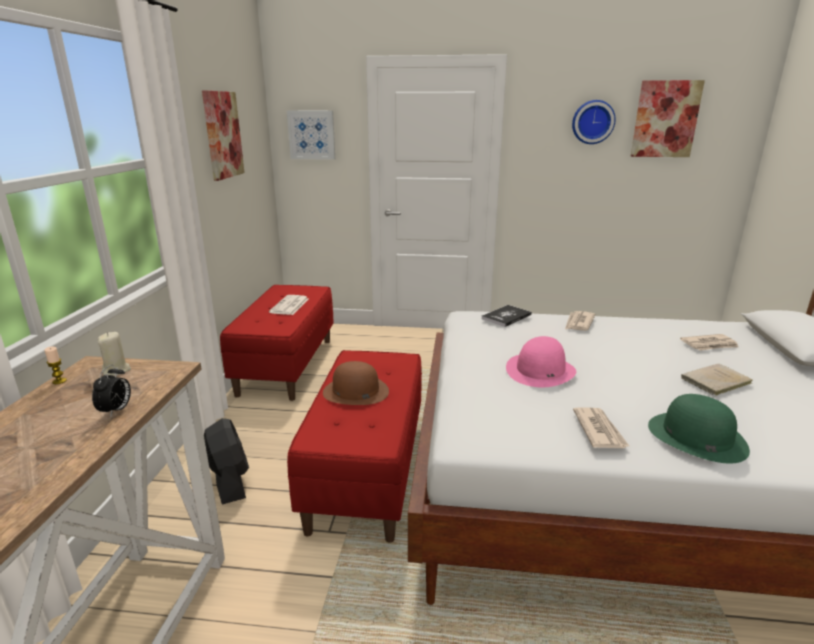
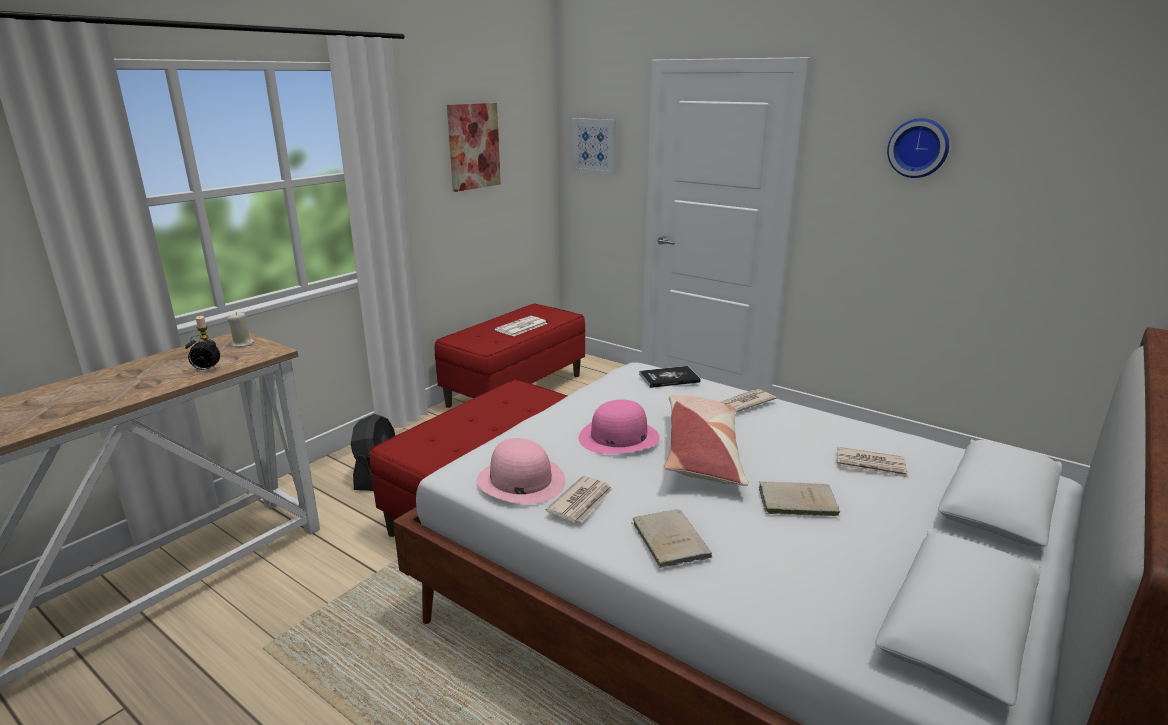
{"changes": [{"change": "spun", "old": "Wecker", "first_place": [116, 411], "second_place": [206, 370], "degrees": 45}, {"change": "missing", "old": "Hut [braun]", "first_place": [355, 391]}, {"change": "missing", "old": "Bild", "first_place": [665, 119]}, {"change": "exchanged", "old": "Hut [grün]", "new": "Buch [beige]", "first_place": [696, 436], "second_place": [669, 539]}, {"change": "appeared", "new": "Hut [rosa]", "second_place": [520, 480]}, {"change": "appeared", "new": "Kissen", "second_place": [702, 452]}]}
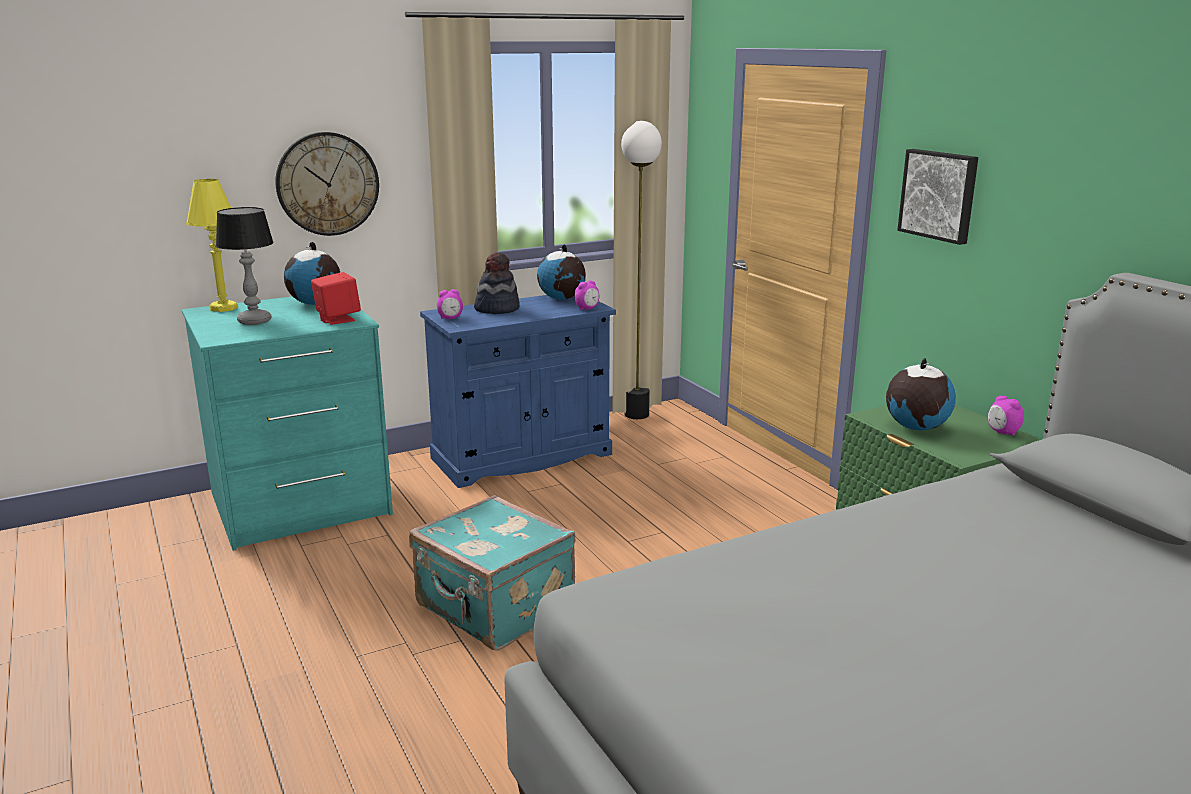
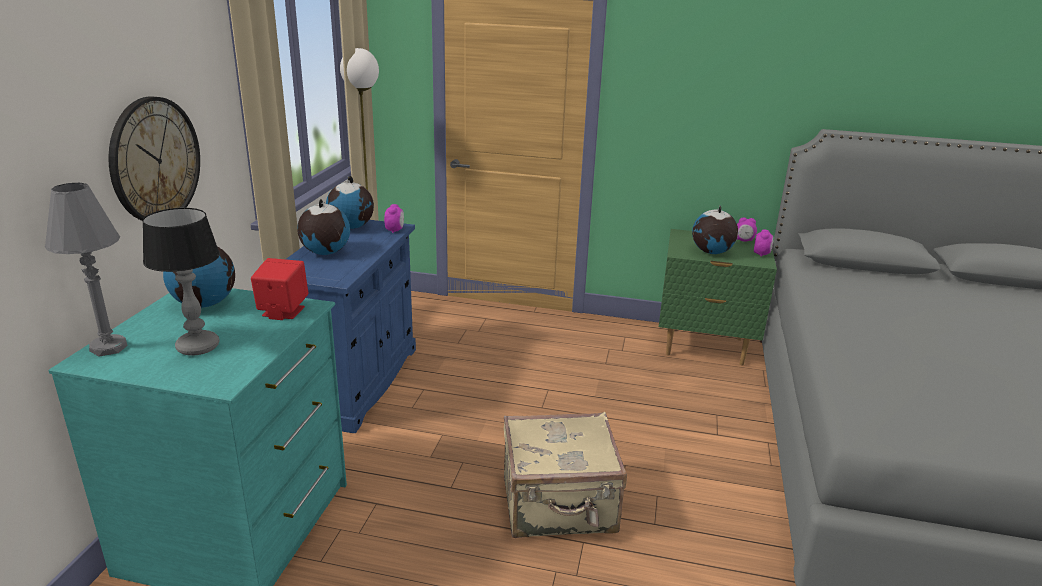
{"changes": [{"change": "colour", "old": "Tischlampe [gelb]", "new": "Tischlampe [grau]", "first_place": [223, 308], "second_place": [108, 348]}, {"change": "colour", "old": "Koffer [türkis]", "new": "Koffer [beige]", "first_place": [494, 609], "second_place": [559, 506]}, {"change": "relocated", "old": "Wecker", "first_place": [450, 318], "second_place": [761, 254]}, {"change": "exchanged", "old": "Hut", "new": "Globus", "first_place": [497, 309], "second_place": [325, 253]}, {"change": "missing", "old": "Bild", "first_place": [939, 195]}]}
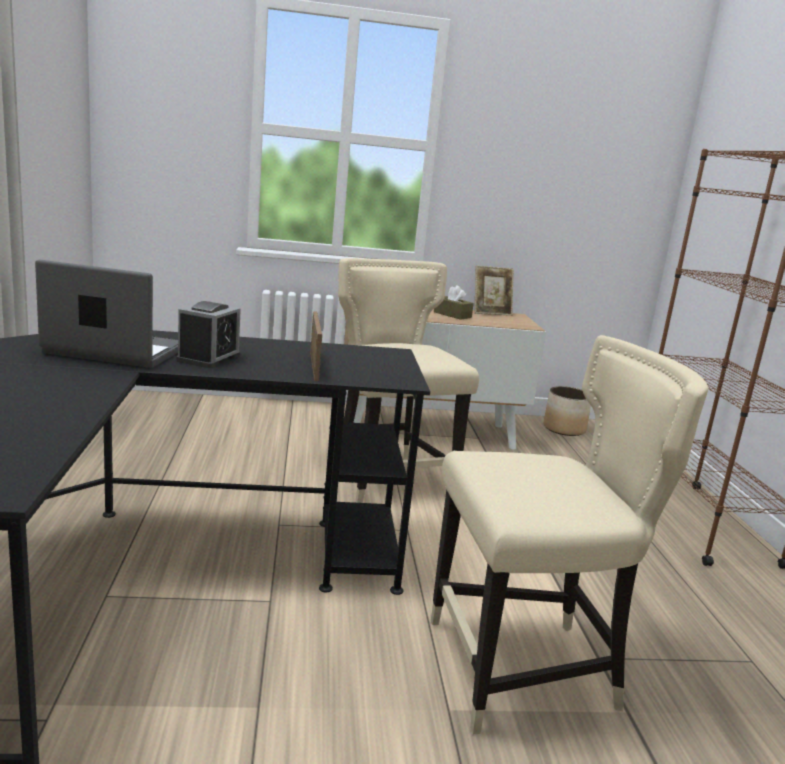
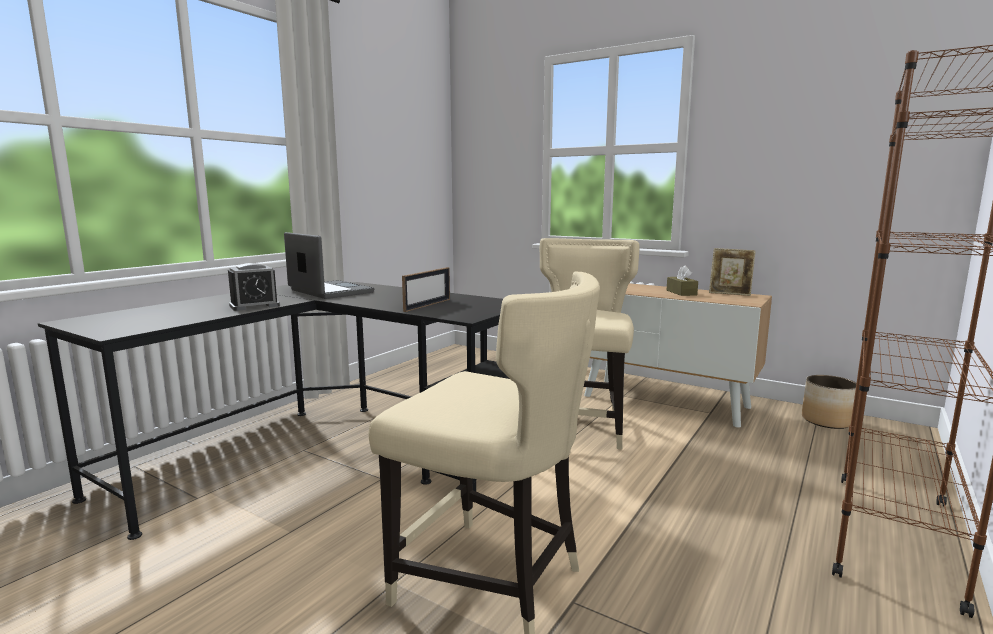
{"changes": [{"change": "relocated", "old": "Wecker", "first_place": [208, 358], "second_place": [254, 306]}]}
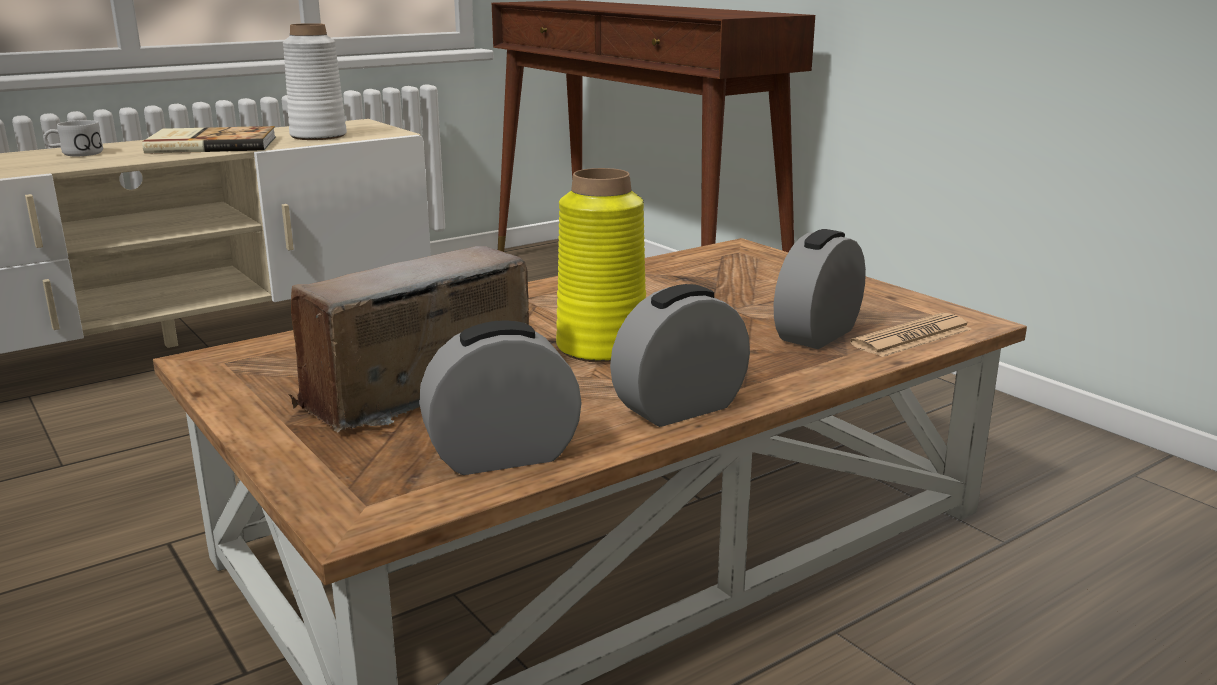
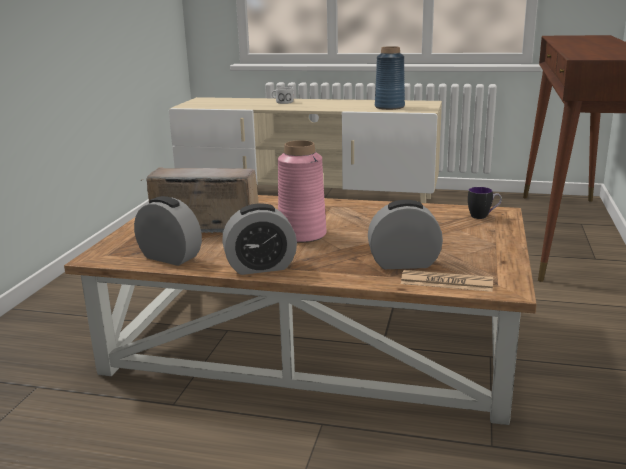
{"changes": [{"change": "missing", "old": "Buch", "first_place": [211, 144]}, {"change": "colour", "old": "Vase [weiß]", "new": "Vase [blau]", "first_place": [318, 136], "second_place": [389, 107]}, {"change": "colour", "old": "Vase [gelb]", "new": "Vase [rosa]", "first_place": [600, 347], "second_place": [302, 234]}, {"change": "spun", "old": "Wecker", "first_place": [679, 408], "second_place": [260, 267], "degrees": 150}, {"change": "appeared", "new": "Henkelbecher", "second_place": [483, 216]}]}
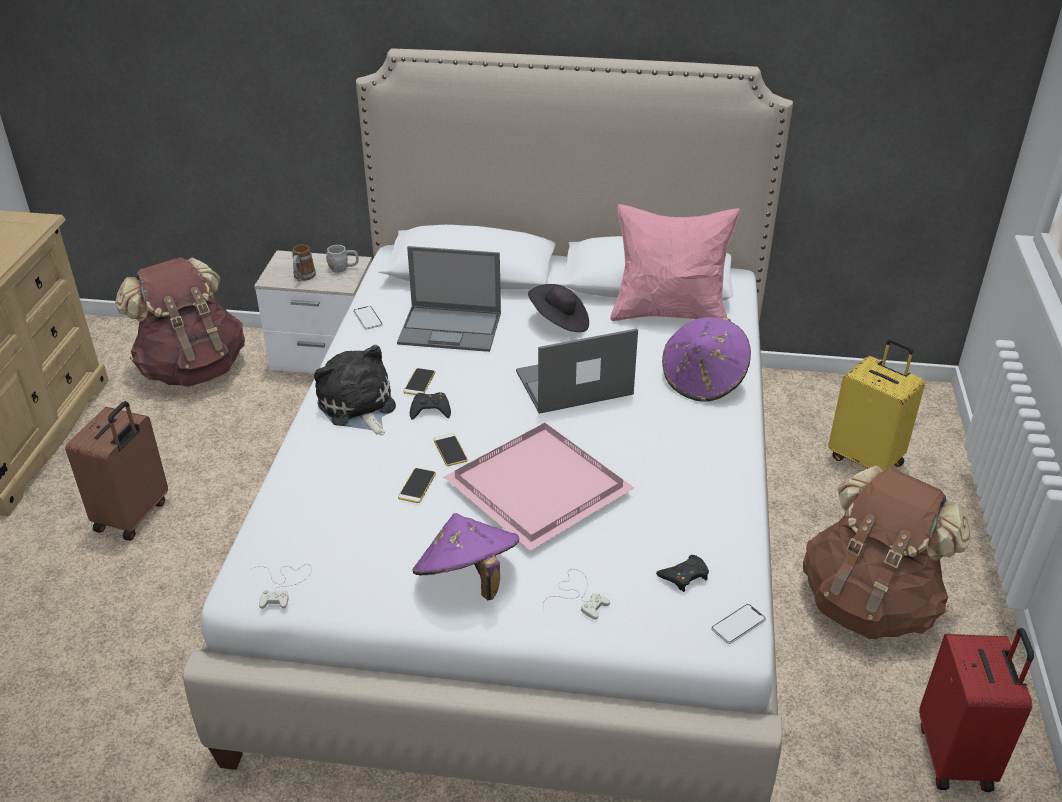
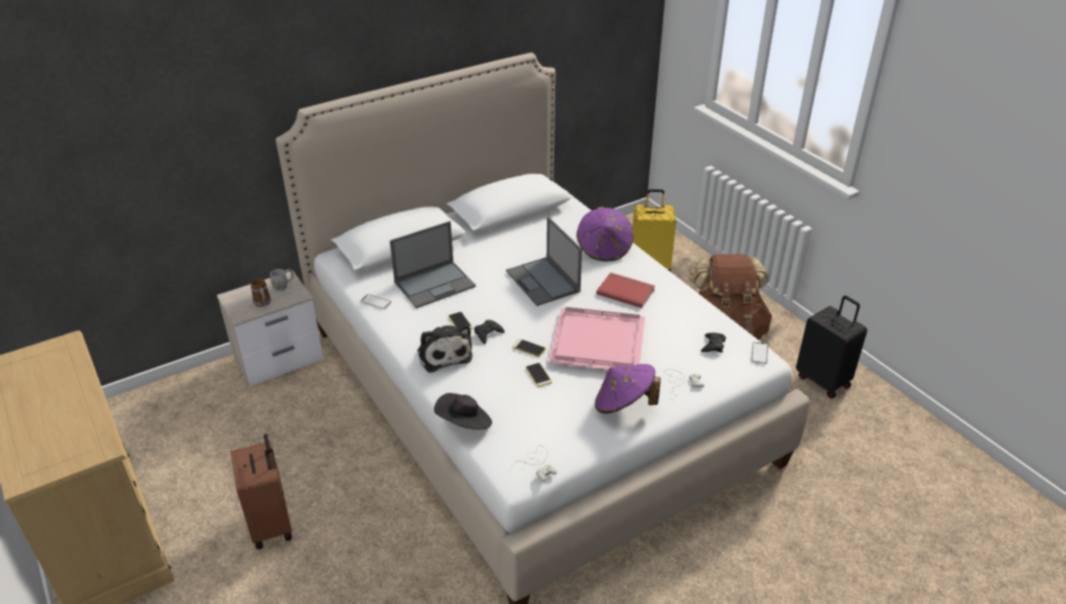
{"changes": [{"change": "missing", "old": "Rucksack [braun]", "first_place": [193, 368]}, {"change": "spun", "old": "Plüschtier", "first_place": [358, 407], "second_place": [444, 353], "degrees": -135}, {"change": "spun", "old": "Laptop", "first_place": [572, 383], "second_place": [543, 282], "degrees": -60}, {"change": "relocated", "old": "Hut [schwarz]", "first_place": [559, 322], "second_place": [464, 423]}, {"change": "missing", "old": "Kissen [rosa]", "first_place": [669, 313]}, {"change": "colour", "old": "Koffer [rot]", "new": "Koffer [schwarz]", "first_place": [957, 756], "second_place": [823, 380]}, {"change": "appeared", "new": "Buch [rot]", "second_place": [626, 291]}]}
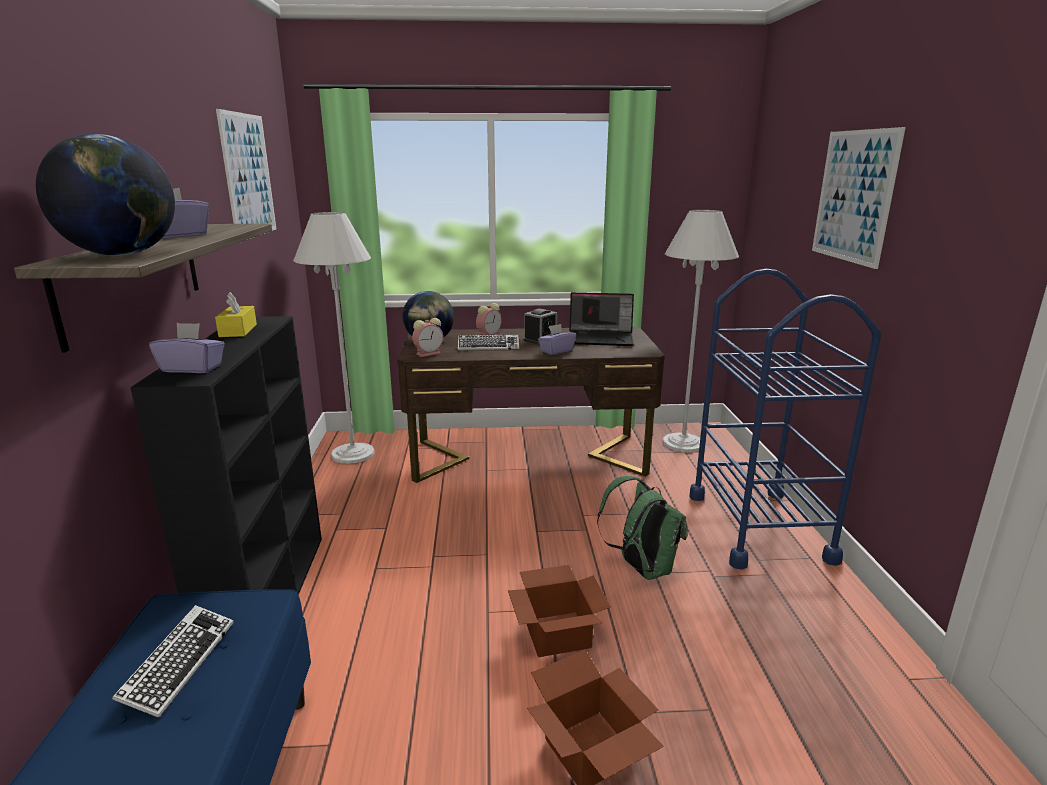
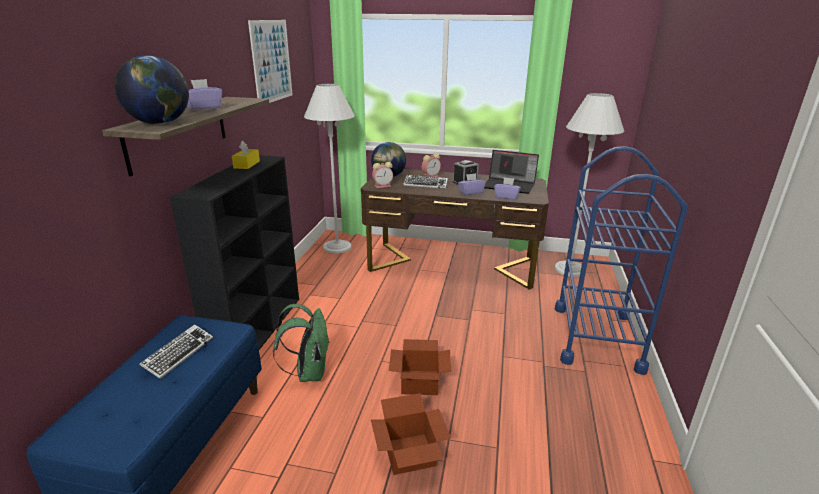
{"changes": [{"change": "relocated", "old": "Taschentuchbox [lila]", "first_place": [192, 368], "second_place": [506, 197]}, {"change": "relocated", "old": "Rucksack [grün]", "first_place": [641, 568], "second_place": [309, 372]}, {"change": "missing", "old": "Bild", "first_place": [854, 196]}]}
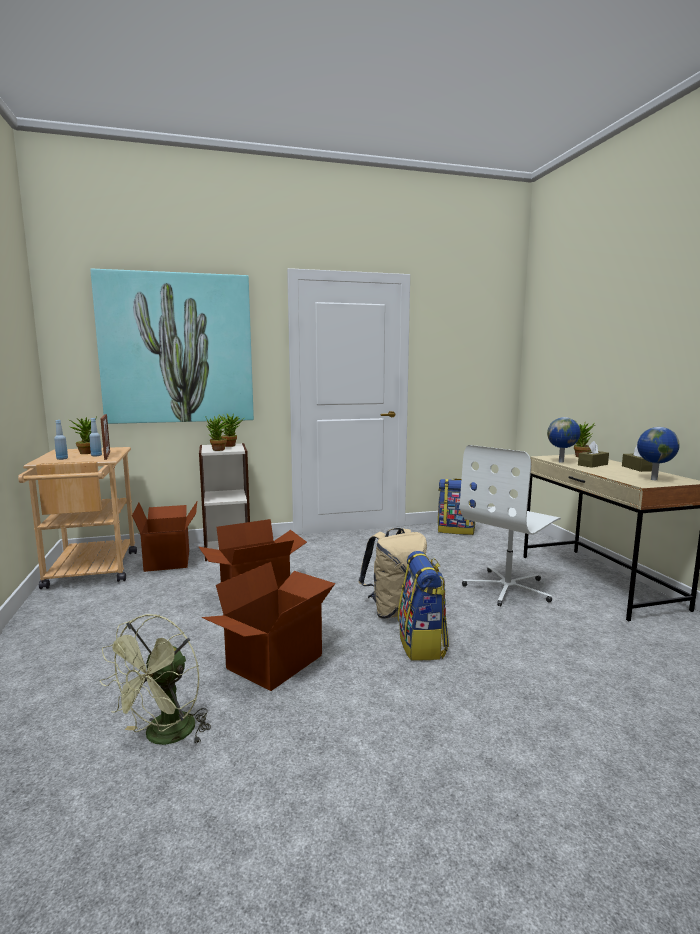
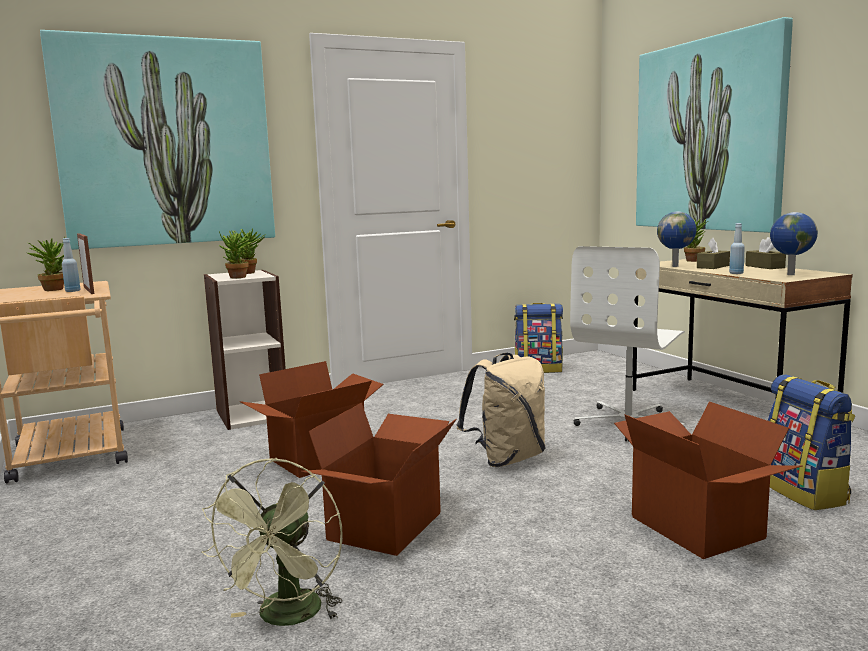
{"changes": [{"change": "relocated", "old": "Flasche [blau]", "first_place": [62, 459], "second_place": [736, 273]}, {"change": "relocated", "old": "Karton", "first_place": [169, 560], "second_place": [698, 527]}, {"change": "relocated", "old": "Rucksack", "first_place": [422, 644], "second_place": [805, 492]}, {"change": "appeared", "new": "Bild", "second_place": [708, 135]}]}
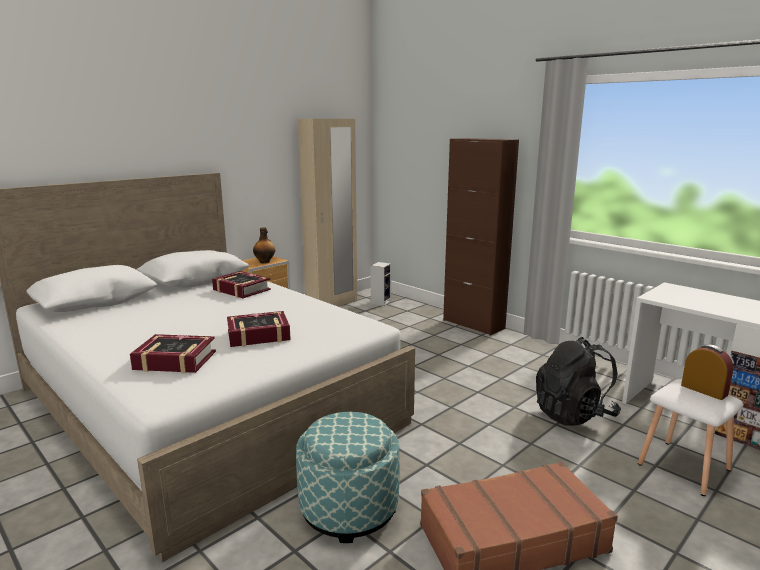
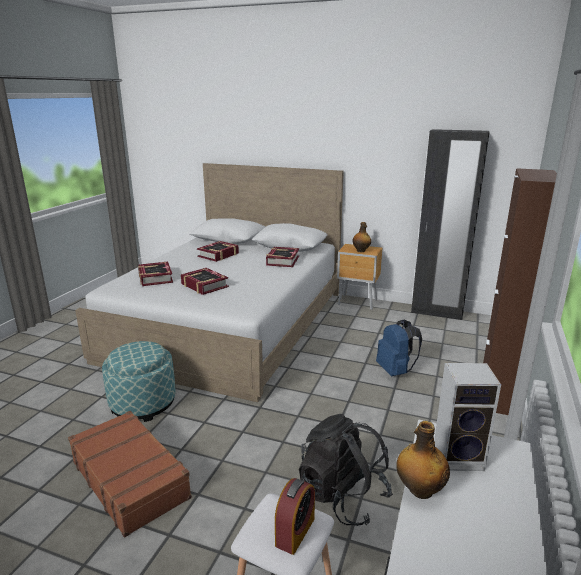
{"changes": [{"change": "colour", "old": "Kleiderschrank [beige]", "new": "Kleiderschrank [schwarz]", "first_place": [332, 304], "second_place": [436, 312]}, {"change": "relocated", "old": "Lautsprecher", "first_place": [381, 302], "second_place": [460, 456]}, {"change": "appeared", "new": "Buch", "second_place": [218, 255]}, {"change": "appeared", "new": "Rucksack [blau]", "second_place": [395, 371]}, {"change": "appeared", "new": "Flasche", "second_place": [419, 490]}]}
